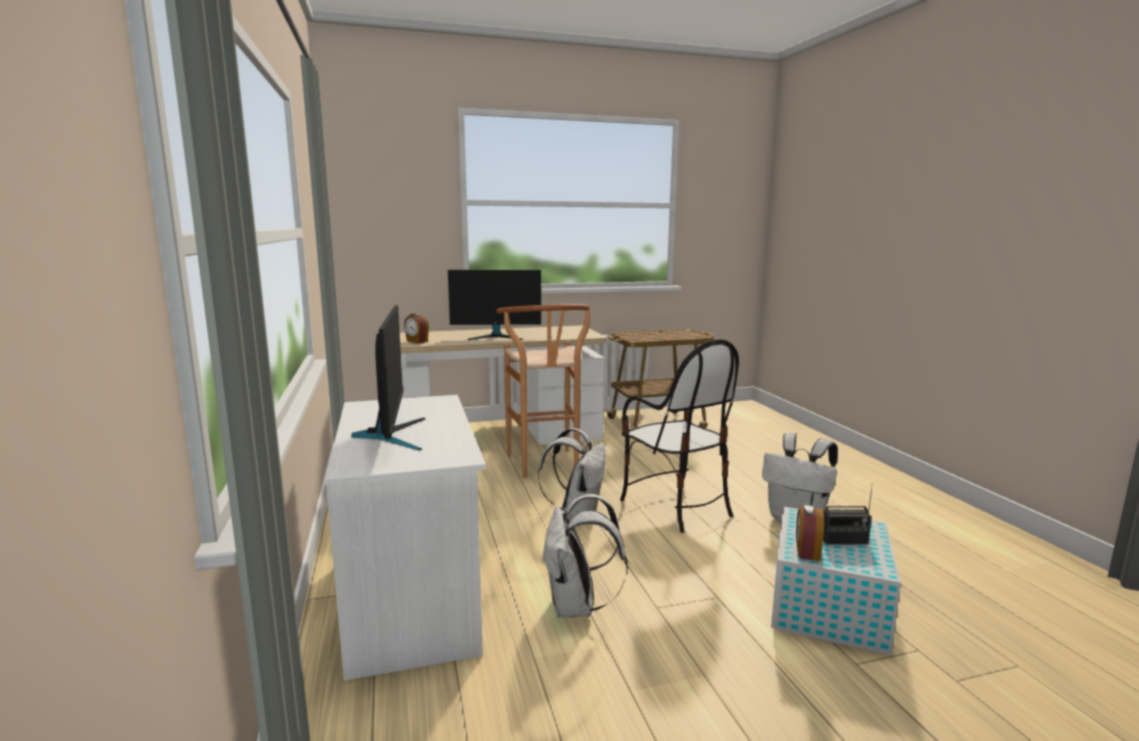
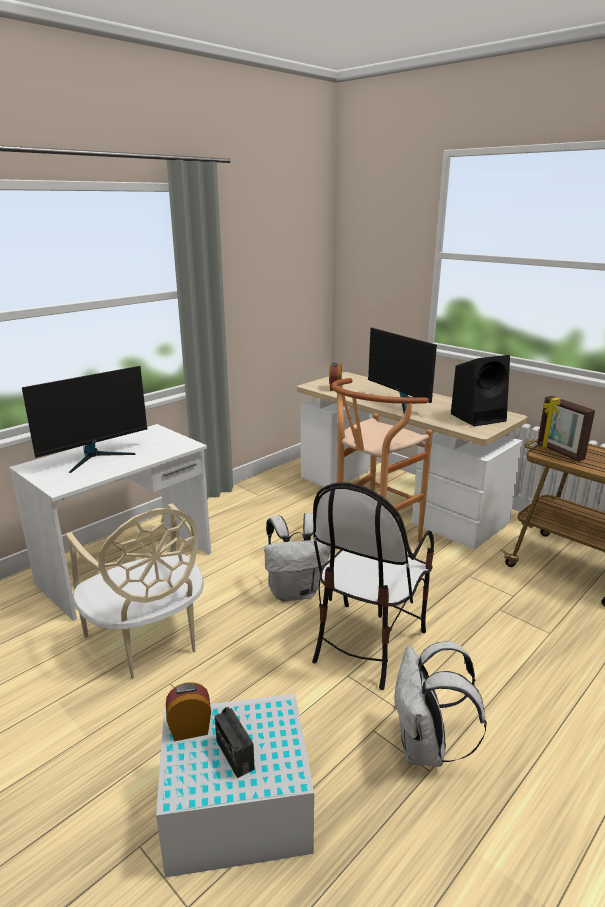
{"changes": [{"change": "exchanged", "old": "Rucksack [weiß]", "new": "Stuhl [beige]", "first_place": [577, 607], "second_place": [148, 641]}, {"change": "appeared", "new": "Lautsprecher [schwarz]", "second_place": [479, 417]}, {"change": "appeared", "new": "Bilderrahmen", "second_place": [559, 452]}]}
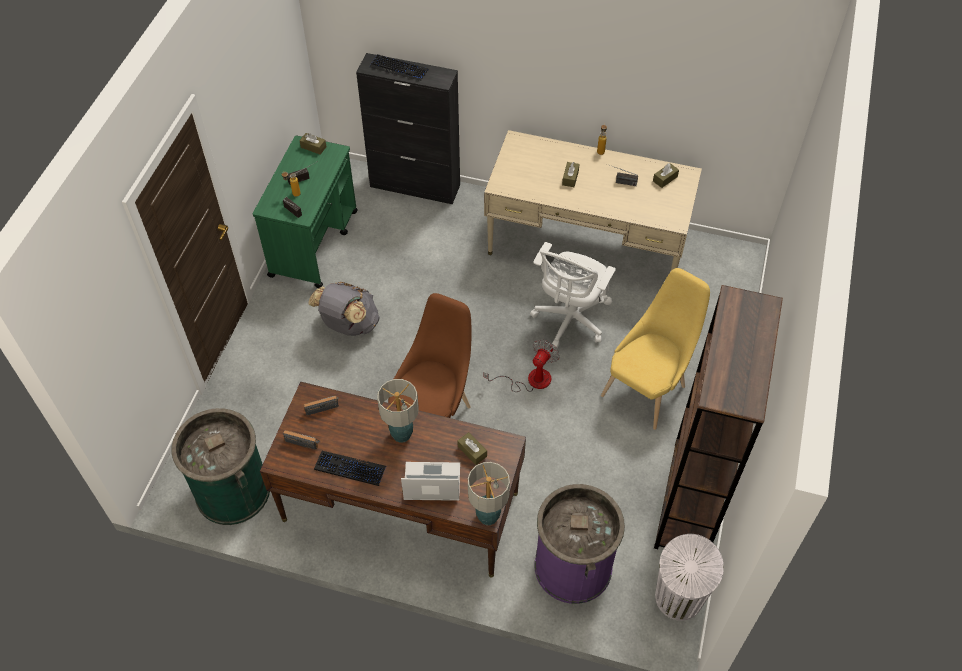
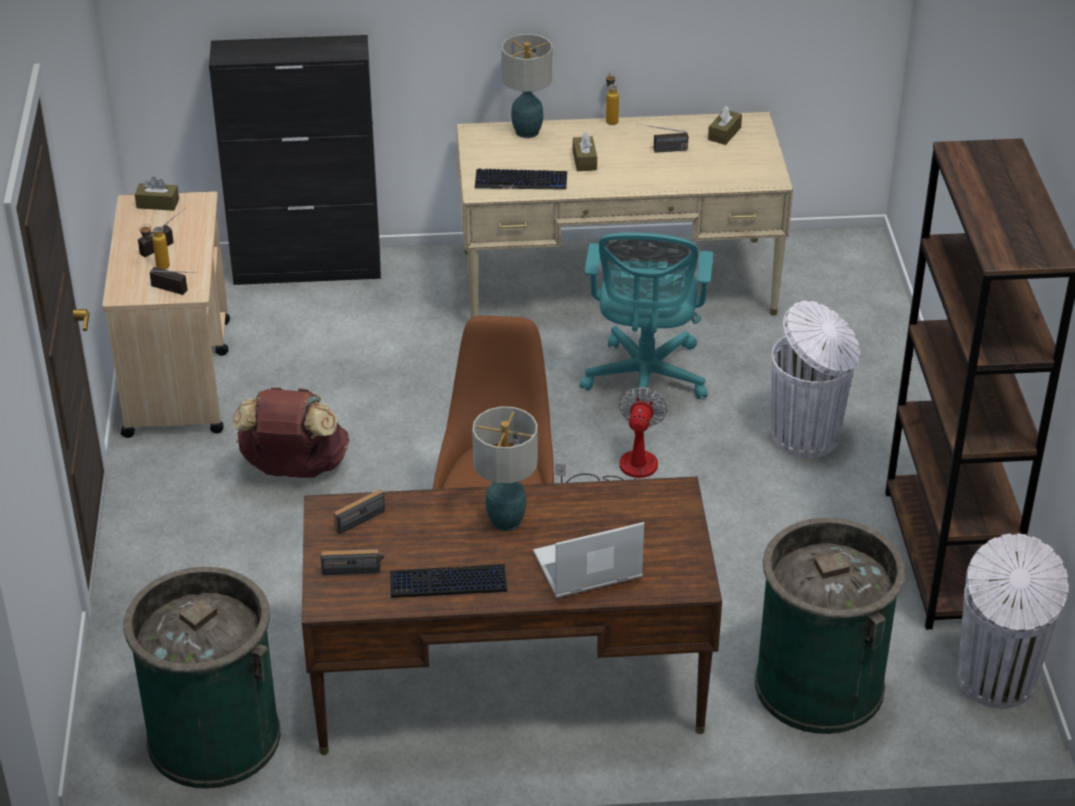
{"changes": [{"change": "colour", "old": "Rollwagen [grün]", "new": "Rollwagen [beige]", "first_place": [314, 243], "second_place": [178, 376]}, {"change": "colour", "old": "Rucksack [grau]", "new": "Rucksack [braun]", "first_place": [348, 325], "second_place": [294, 469]}, {"change": "relocated", "old": "Tastatur", "first_place": [399, 68], "second_place": [521, 181]}, {"change": "missing", "old": "Taschentuchbox [braun]", "first_place": [472, 451]}, {"change": "relocated", "old": "Tischlampe", "first_place": [488, 516], "second_place": [527, 131]}, {"change": "colour", "old": "Bürostuhl [weiß]", "new": "Bürostuhl [türkis]", "first_place": [570, 321], "second_place": [645, 382]}, {"change": "colour", "old": "Mülleimer [lila]", "new": "Mülleimer [grün]", "first_place": [573, 566], "second_place": [819, 685]}, {"change": "exchanged", "old": "Stuhl [gelb]", "new": "Mülleimer [weiß]", "first_place": [647, 388], "second_place": [807, 436]}]}
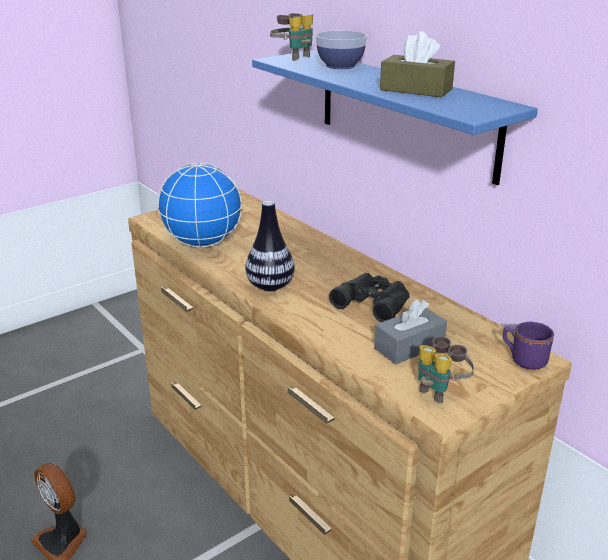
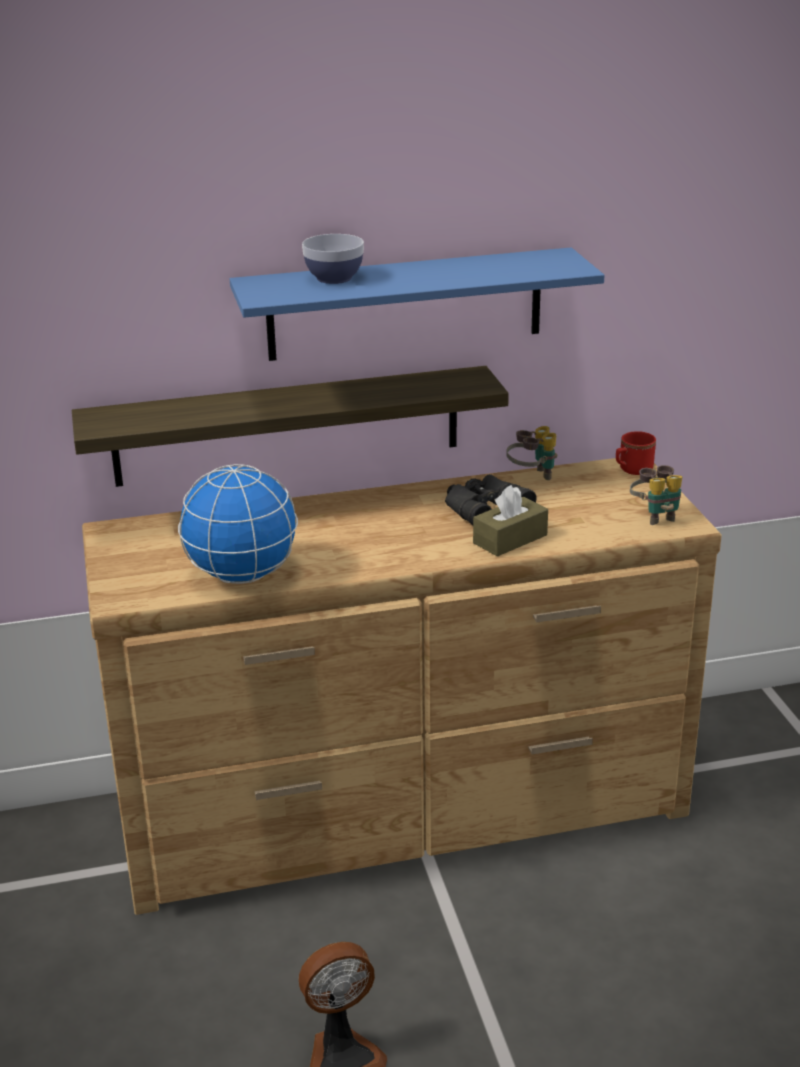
{"changes": [{"change": "missing", "old": "Vase", "first_place": [270, 286]}, {"change": "relocated", "old": "Fernglas", "first_place": [293, 57], "second_place": [532, 477]}, {"change": "missing", "old": "Taschentuchbox [grau]", "first_place": [409, 346]}, {"change": "relocated", "old": "Taschentuchbox [braun]", "first_place": [416, 89], "second_place": [510, 539]}, {"change": "colour", "old": "Henkelbecher [lila]", "new": "Henkelbecher [rot]", "first_place": [523, 359], "second_place": [632, 470]}, {"change": "appeared", "new": "Wandregal", "second_place": [287, 426]}]}
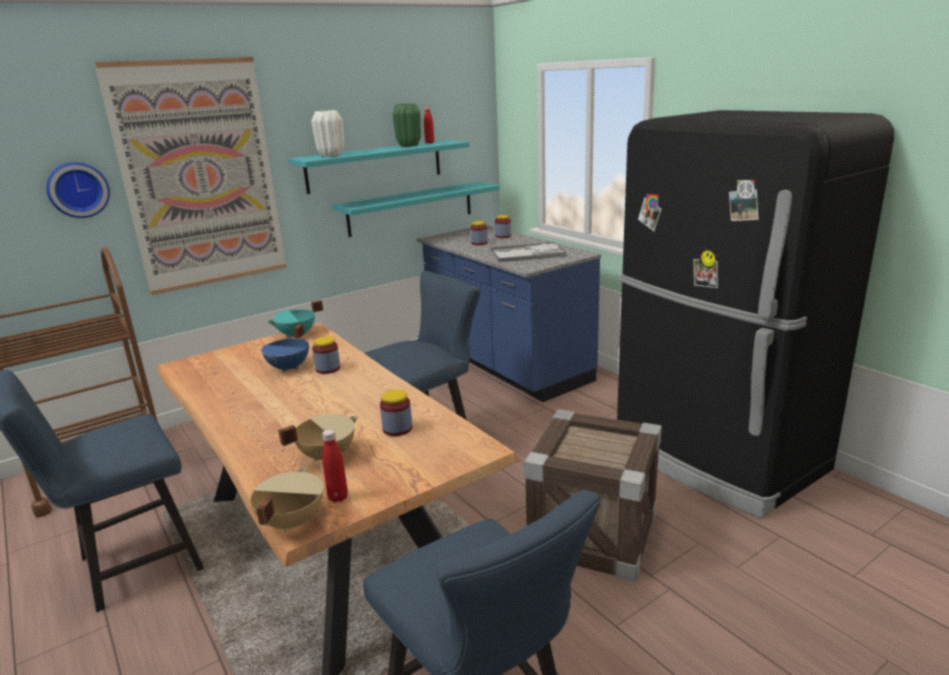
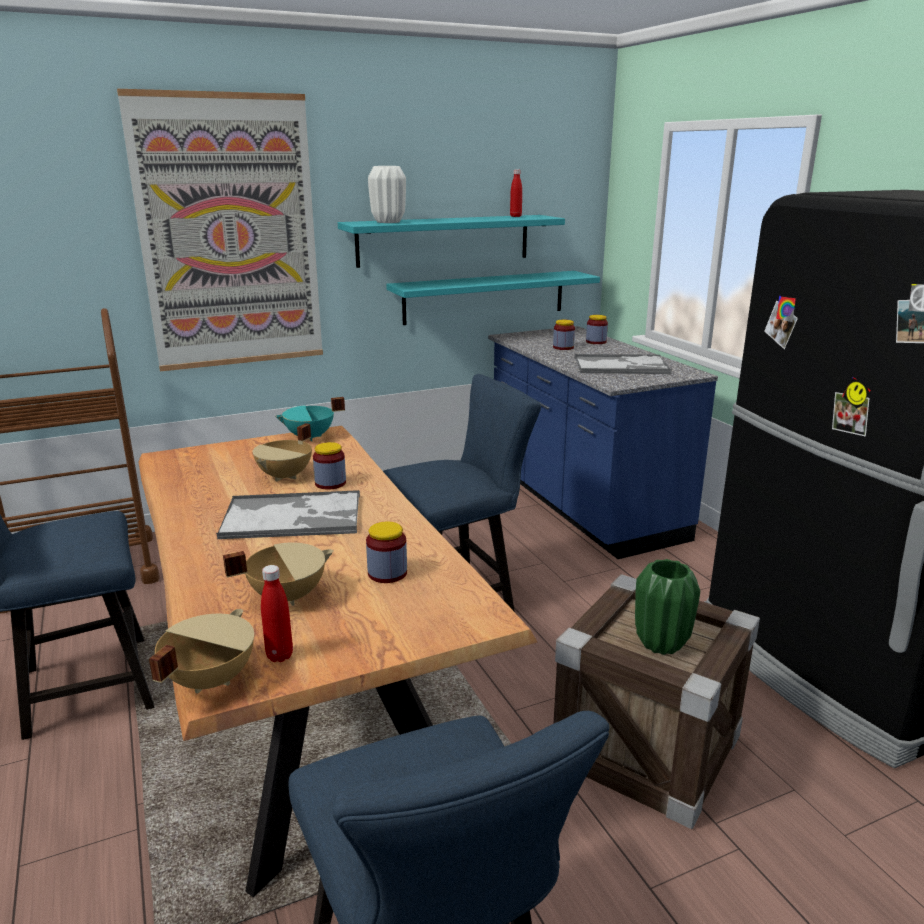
{"changes": [{"change": "missing", "old": "Wanduhr", "first_place": [78, 189]}, {"change": "colour", "old": "Kochtopf [blau]", "new": "Kochtopf [beige]", "first_place": [290, 368], "second_place": [286, 476]}, {"change": "relocated", "old": "Vase [grün]", "first_place": [409, 145], "second_place": [661, 643]}, {"change": "appeared", "new": "Tablett", "second_place": [294, 517]}]}
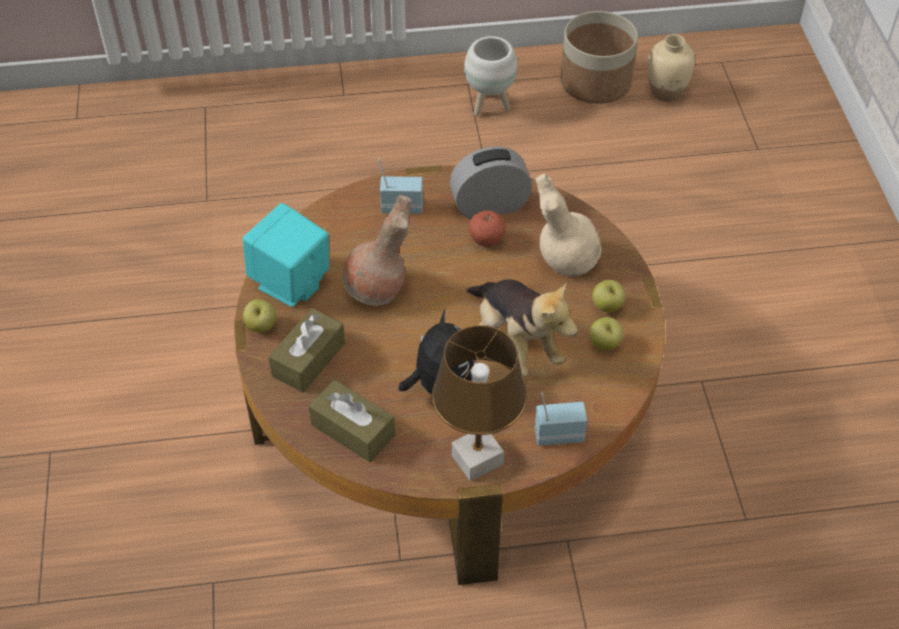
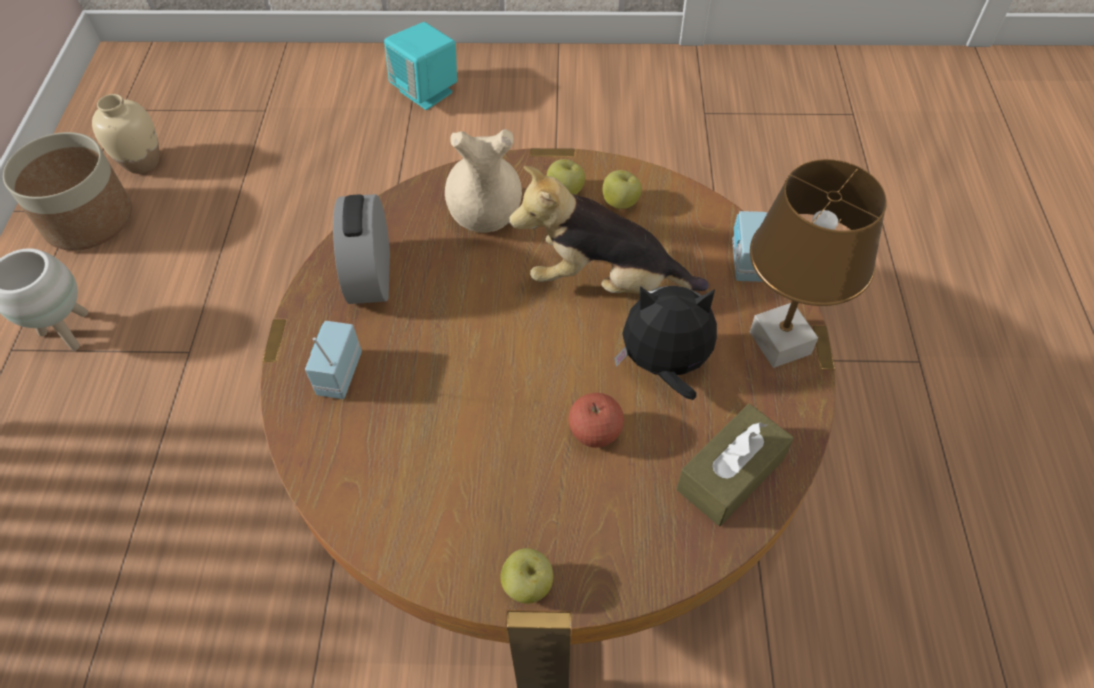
{"changes": [{"change": "relocated", "old": "Lautsprecher [türkis]", "first_place": [291, 283], "second_place": [427, 92]}, {"change": "missing", "old": "Taschentuchbox [braun]", "first_place": [308, 359]}, {"change": "missing", "old": "Vase [braun]", "first_place": [377, 290]}, {"change": "spun", "old": "Plüschtier", "first_place": [515, 342], "second_place": [605, 282], "degrees": -150}, {"change": "relocated", "old": "Apfel", "first_place": [486, 240], "second_place": [595, 433]}]}
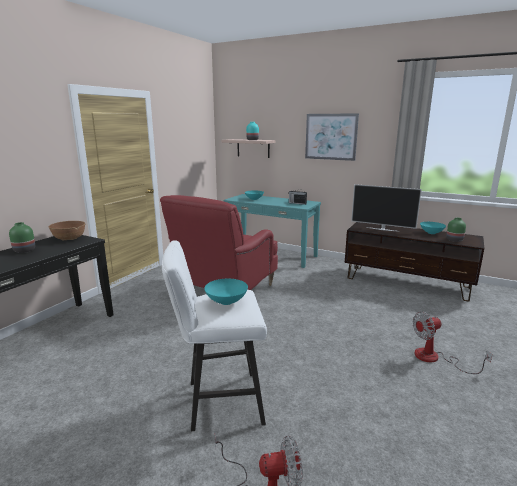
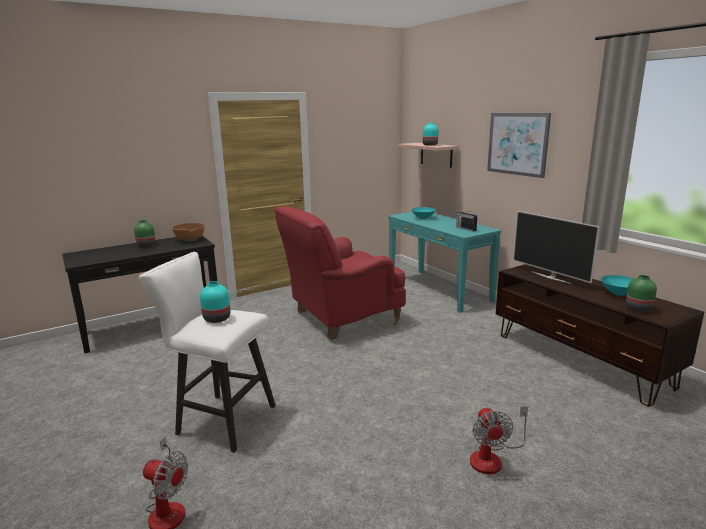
{"changes": [{"change": "exchanged", "old": "Schüssel [türkis]", "new": "Vase [türkis]", "first_place": [226, 302], "second_place": [216, 319]}, {"change": "spun", "old": "Ventilator", "first_place": [435, 358], "second_place": [492, 457], "degrees": -105}]}
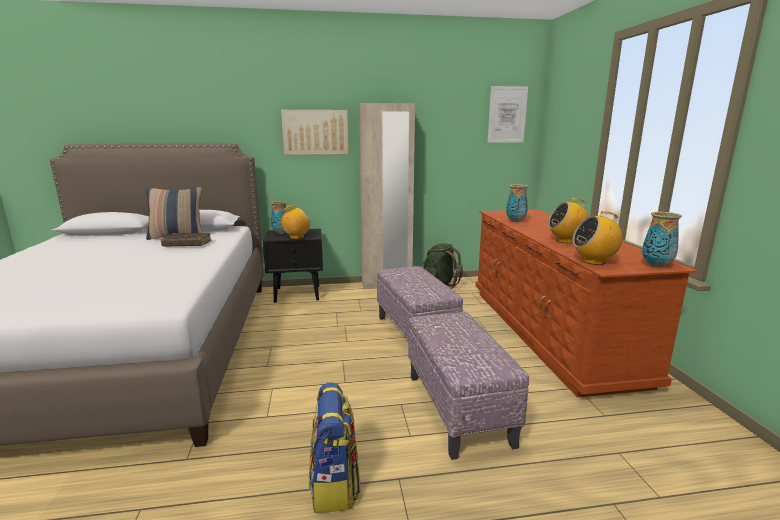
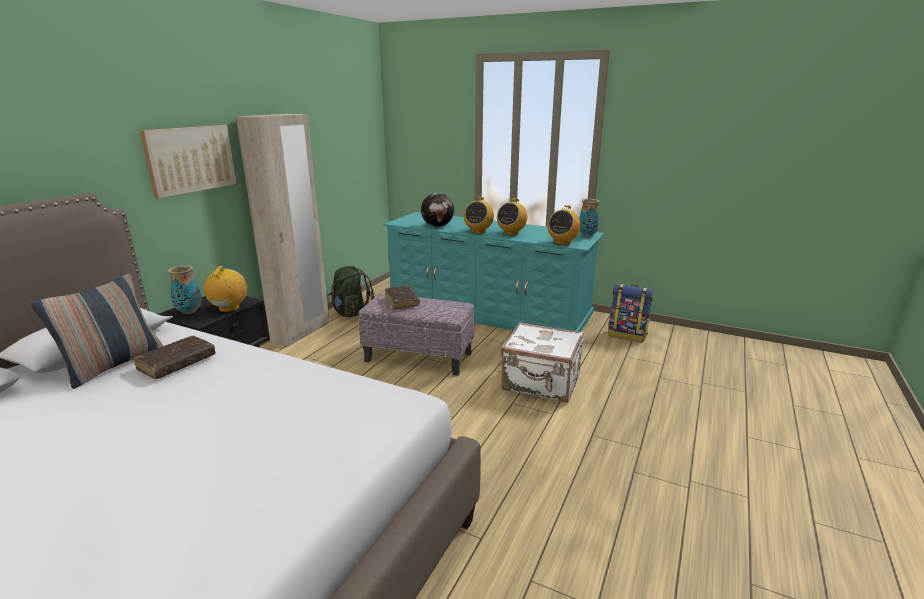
{"changes": [{"change": "relocated", "old": "Rucksack", "first_place": [335, 485], "second_place": [627, 335]}, {"change": "exchanged", "old": "Polsterhocker", "new": "Koffer [weiß]", "first_place": [459, 408], "second_place": [541, 383]}, {"change": "colour", "old": "Kommode [braun]", "new": "Kommode [türkis]", "first_place": [548, 331], "second_place": [487, 312]}, {"change": "missing", "old": "Bild", "first_place": [507, 114]}, {"change": "exchanged", "old": "Vase", "new": "Globus", "first_place": [516, 221], "second_place": [438, 226]}, {"change": "appeared", "new": "Buch [braun]", "second_place": [402, 301]}, {"change": "appeared", "new": "Radio", "second_place": [478, 231]}]}
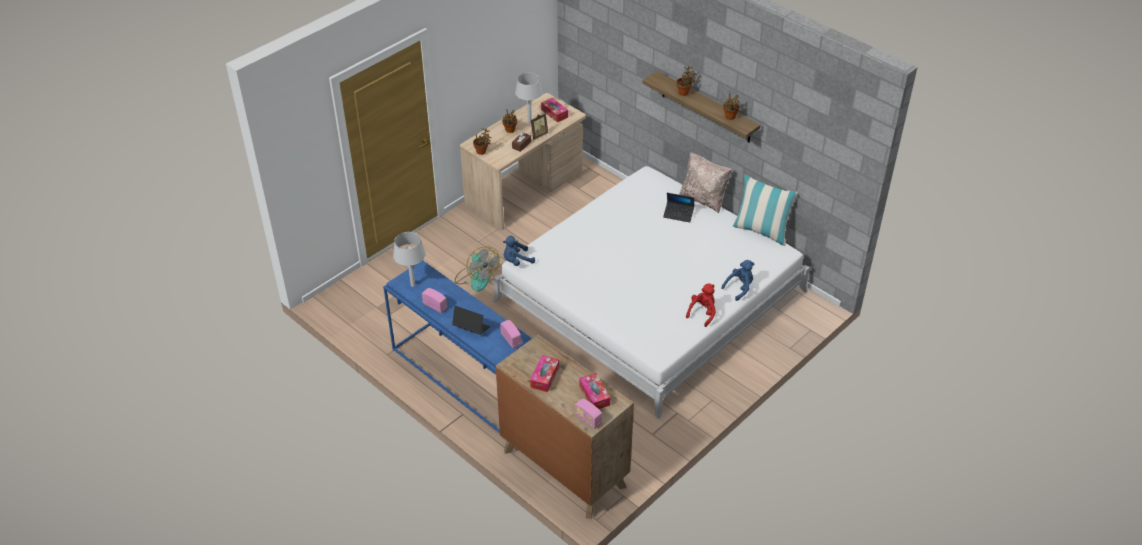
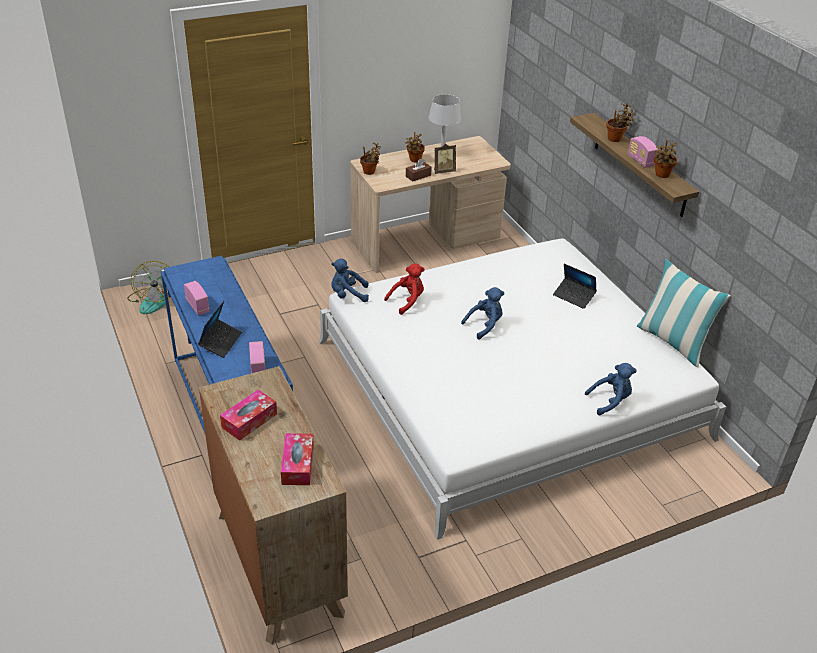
{"changes": [{"change": "missing", "old": "Tischlampe [grau]", "first_place": [413, 284]}, {"change": "spun", "old": "Laptop", "first_place": [471, 328], "second_place": [220, 342], "degrees": 60}, {"change": "relocated", "old": "Ventilator", "first_place": [476, 278], "second_place": [153, 300]}, {"change": "missing", "old": "Taschentuchbox", "first_place": [554, 113]}, {"change": "relocated", "old": "Radio", "first_place": [588, 420], "second_place": [640, 161]}, {"change": "missing", "old": "Kissen [beige]", "first_place": [703, 199]}, {"change": "relocated", "old": "Plüschtier [rot]", "first_place": [702, 313], "second_place": [407, 301]}, {"change": "appeared", "new": "Plüschtier [blau]", "second_place": [485, 325]}]}
